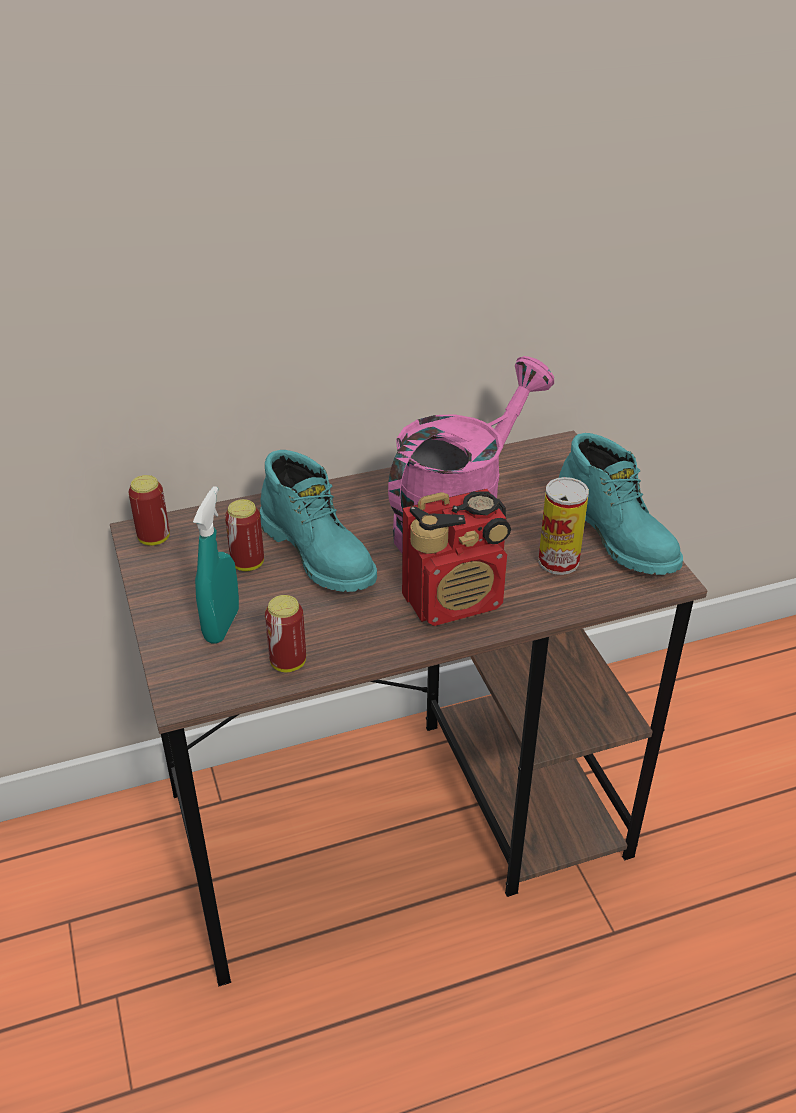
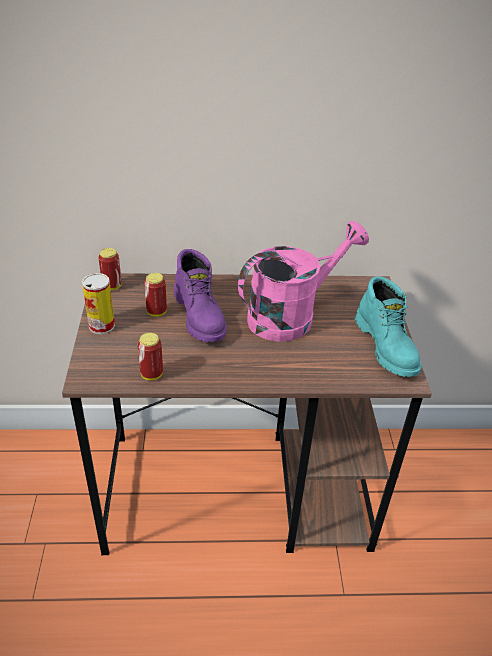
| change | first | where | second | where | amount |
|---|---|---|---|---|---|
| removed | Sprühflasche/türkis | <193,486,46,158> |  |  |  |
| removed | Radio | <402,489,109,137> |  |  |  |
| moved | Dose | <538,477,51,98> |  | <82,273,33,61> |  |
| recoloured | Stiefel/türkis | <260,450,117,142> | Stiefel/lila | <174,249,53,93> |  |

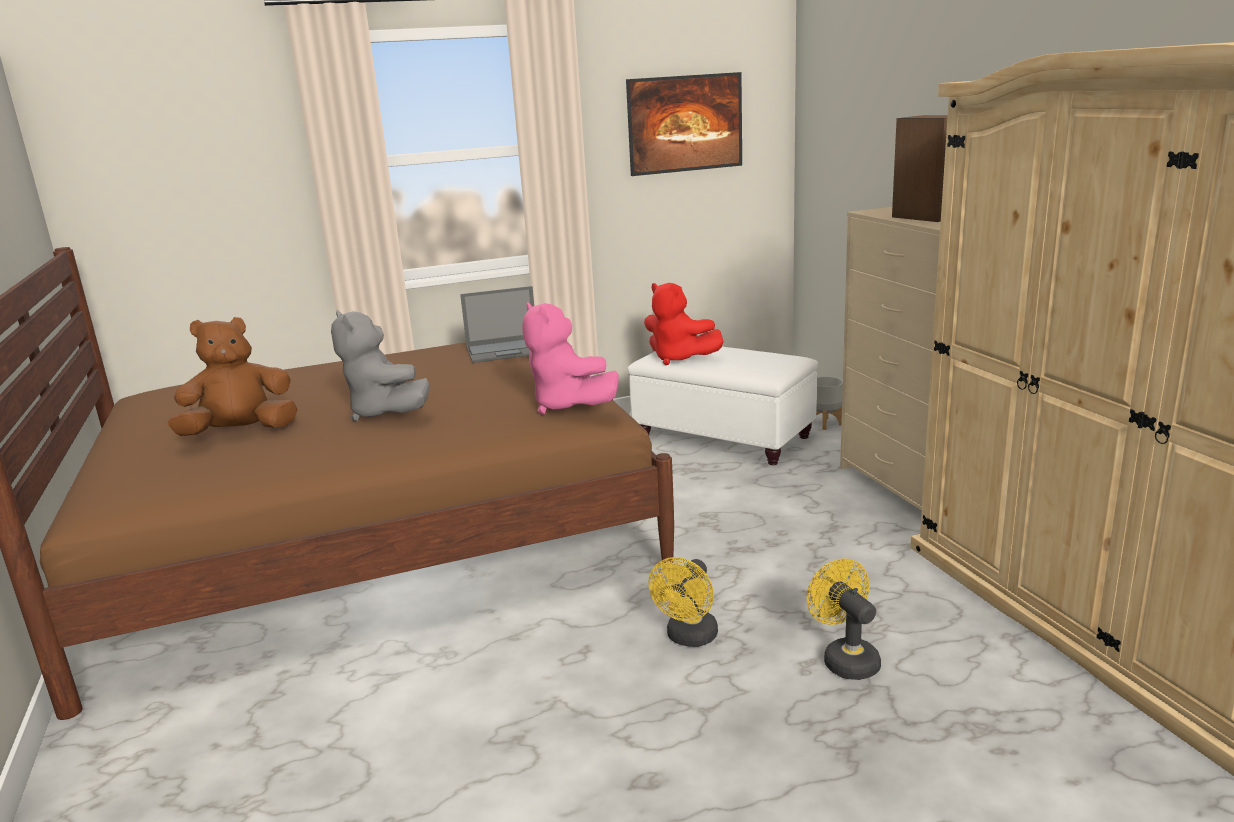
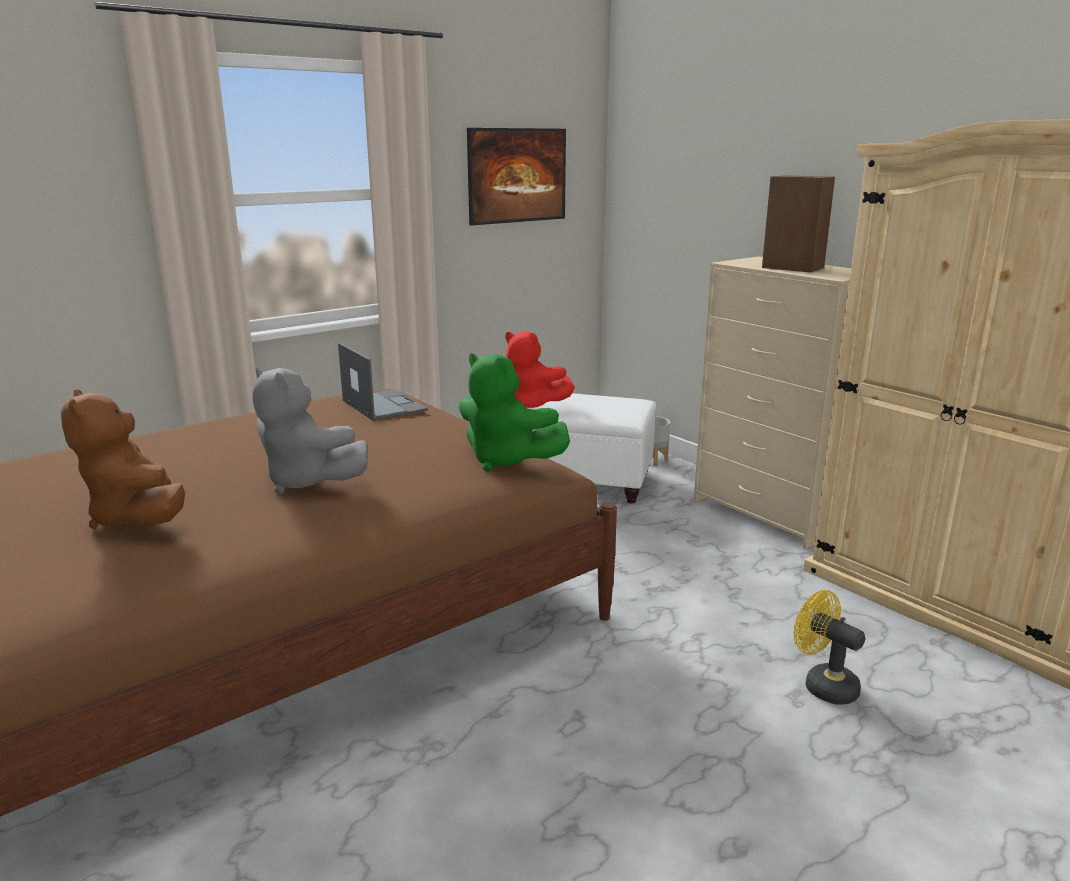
| change | first | where | second | where | amount |
|---|---|---|---|---|---|
| removed | Ventilator/gelb | <648,557,70,90> |  |  |  |
| recoloured | Plüschtier/rosa | <523,302,96,112> | Plüschtier/grün | <459,353,111,119> |  |
| turned | Plüschtier/braun | <168,317,130,119> |  | <61,389,124,140> | 75 degrees counterclockwise |
| turned | Laptop | <460,286,74,77> |  | <338,343,90,78> | 90 degrees counterclockwise |

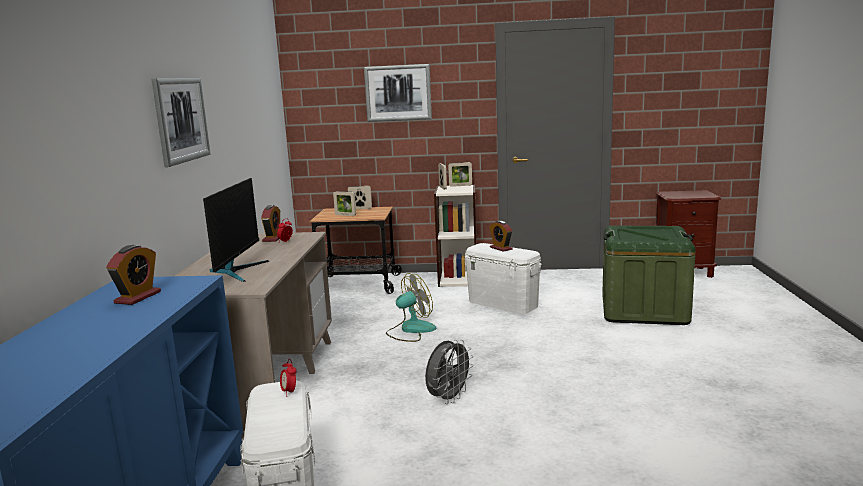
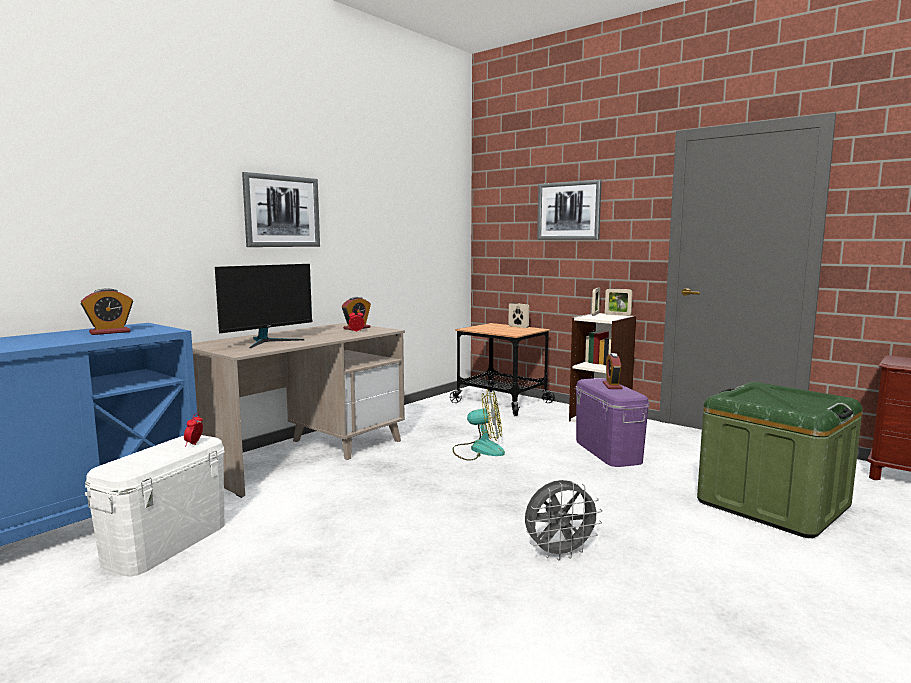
| change | first | where | second | where | amount |
|---|---|---|---|---|---|
| removed | Bilderrahmen | <333,191,23,25> |  |  |  |
| moved | Ventilator/grau | <425,339,49,65> |  | <525,480,77,80> |  |
| recoloured | Aufbewahrungsbox/weiß | <465,243,77,71> | Aufbewahrungsbox/lila | <575,378,74,89> |  |

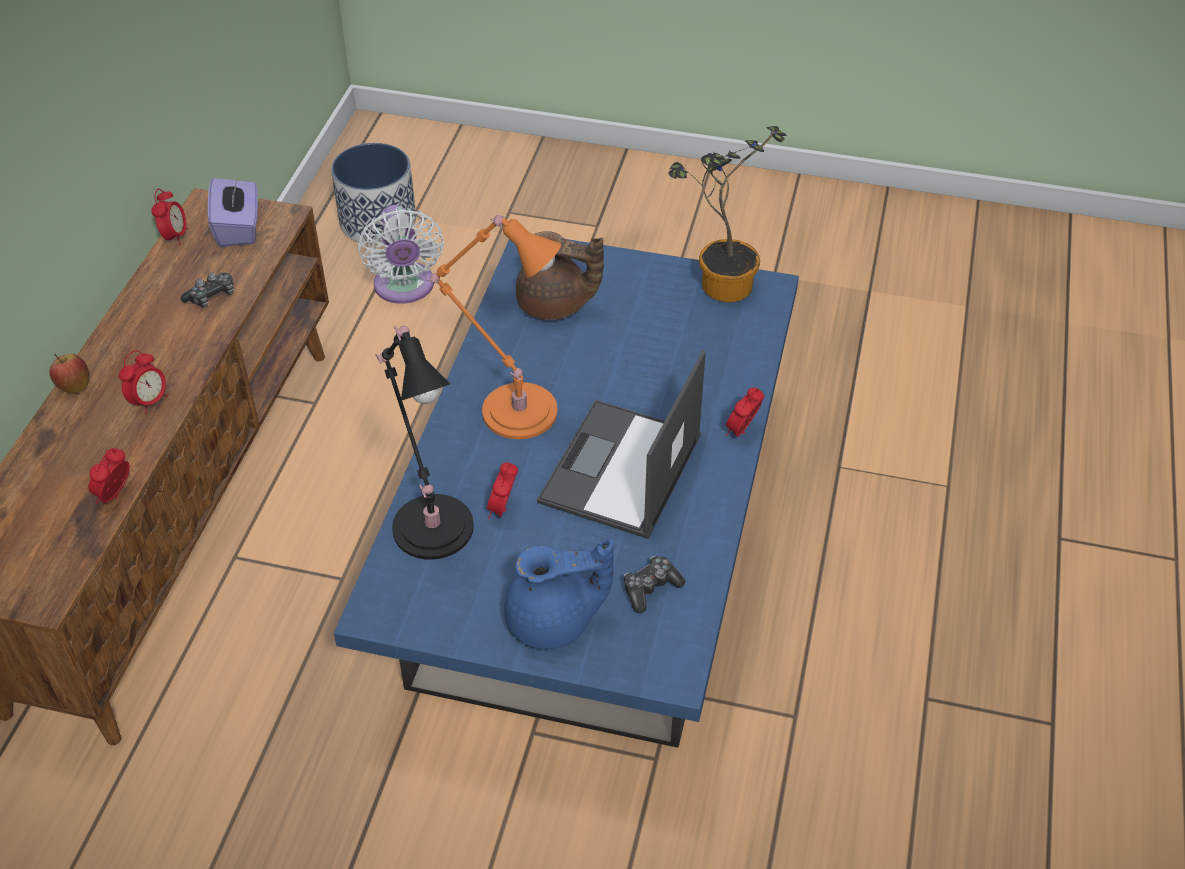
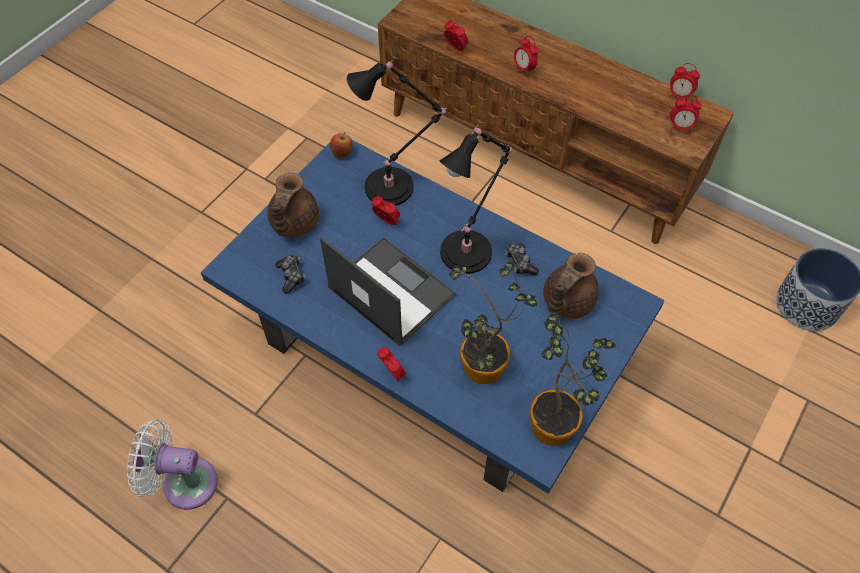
| change | first | where | second | where | amount |
|---|---|---|---|---|---|
| added |  |  | Topfpflanze | <449,262,88,122> |  |
| moved | Apfel | <49,354,40,40> |  | <330,132,23,27> |  |
| moved | Gamepad | <181,273,52,35> |  | <505,243,34,32> |  |
| moved | Ventilator/weiß | <358,205,86,99> |  | <127,419,91,91> |  |
| replaced | Taschentuchbox/lila | <208,176,50,71> | Wecker | <670,95,32,38> |  |
| recoloured | Tischlampe/orange | <426,215,135,224> | Tischlampe/schwarz | <440,125,72,149> |  |
| recoloured | Teekanne/blau | <504,539,110,110> | Teekanne/braun | <268,173,51,64> |  |

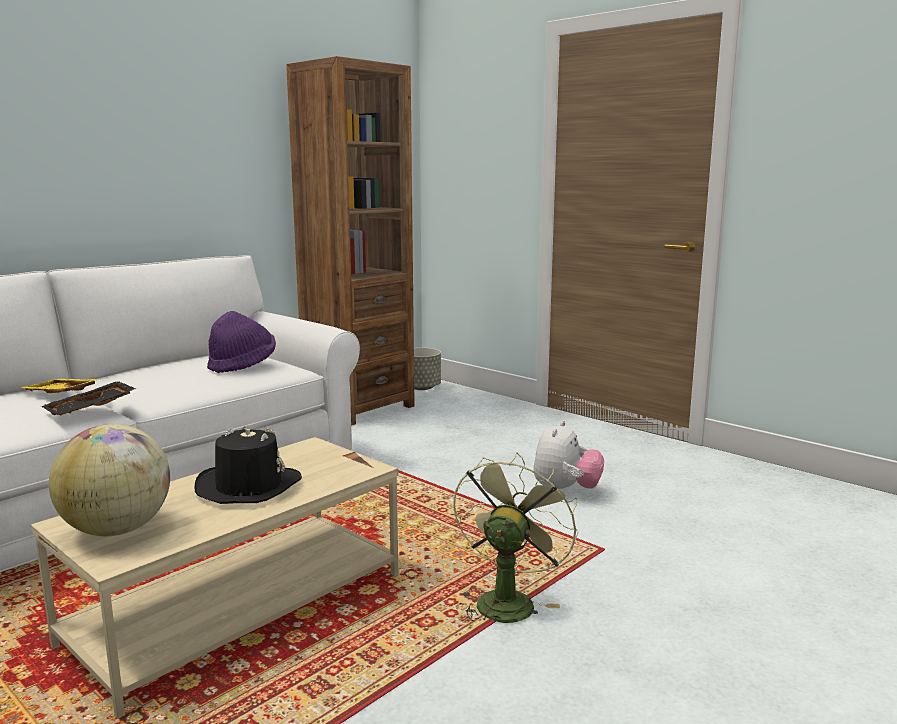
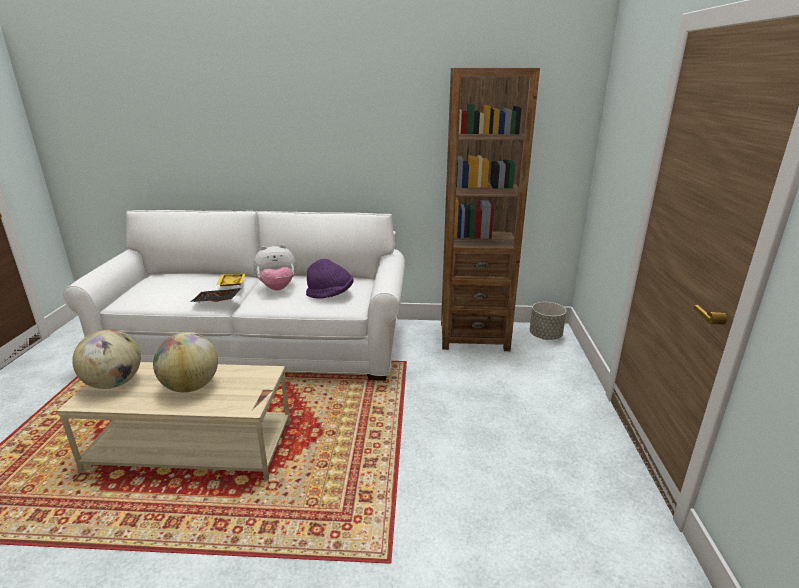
| change | first | where | second | where | amount |
|---|---|---|---|---|---|
| removed | Ventilator/grün | <453,452,125,171> |  |  |  |
| moved | Plüschtier | <533,420,71,70> |  | <254,244,42,46> |  |
| replaced | Hut/schwarz | <195,425,107,79> | Globus | <153,332,65,61> |  |

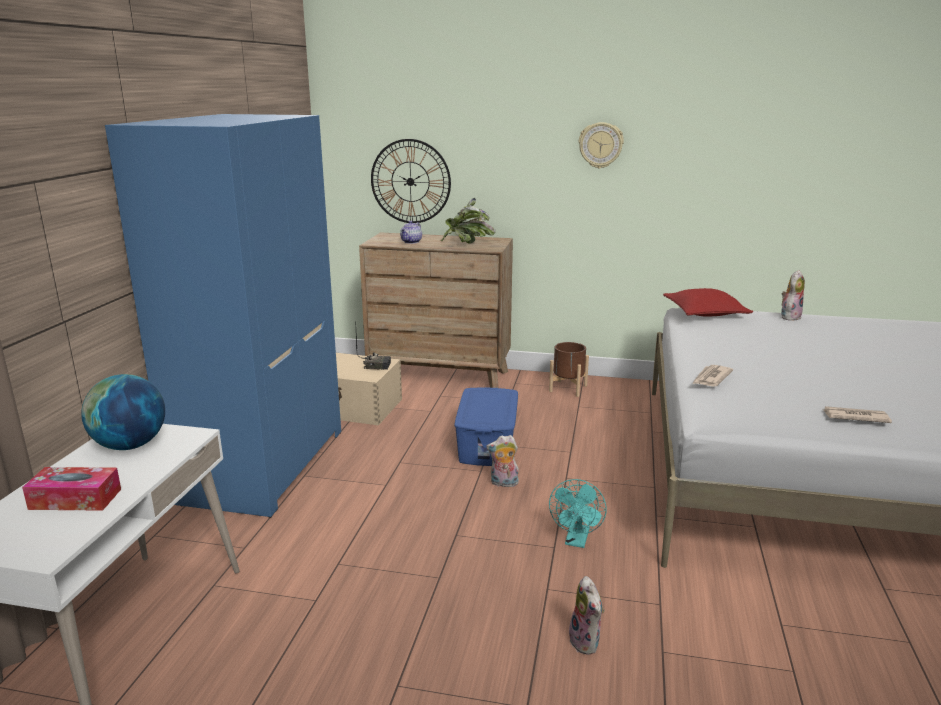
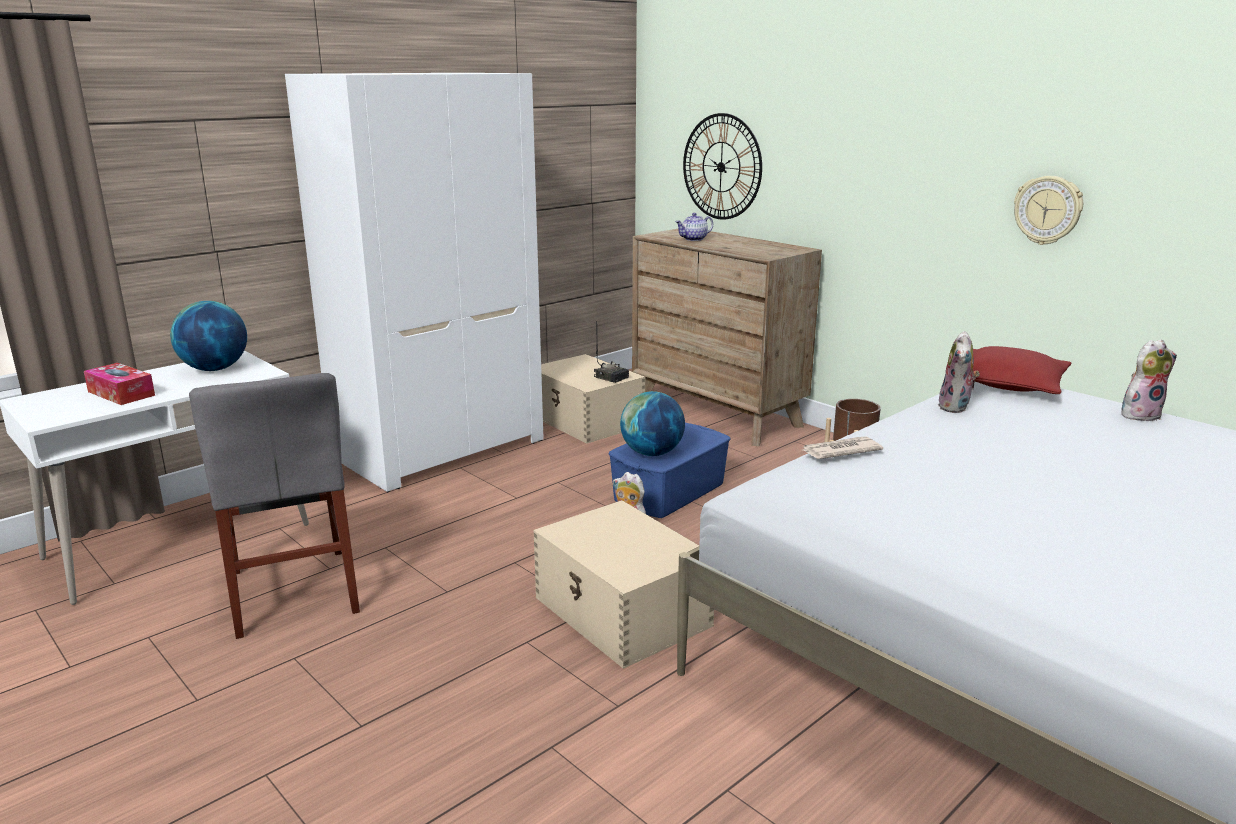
| change | first | where | second | where | amount |
|---|---|---|---|---|---|
| removed | Topfpflanze | <441,198,55,46> |  |  |  |
| removed | Zeitung | <824,406,68,17> |  |  |  |
| added |  |  | Stuhl/grau | <189,373,171,266> |  |
| added |  |  | Globus | <620,391,65,65> |  |
| moved | Plüschtier | <569,576,35,79> |  | <939,331,41,82> |  |
| moved | Wanduhr | <579,122,45,47> |  | <1014,176,69,69> |  |
| replaced | Ventilator/türkis | <549,479,58,69> | Aufbewahrungsbox/beige | <533,500,181,169> |  |
| recoloured | Kleiderschrank/blau | <105,114,236,404> | Kleiderschrank/weiß | <285,73,259,419> |  |

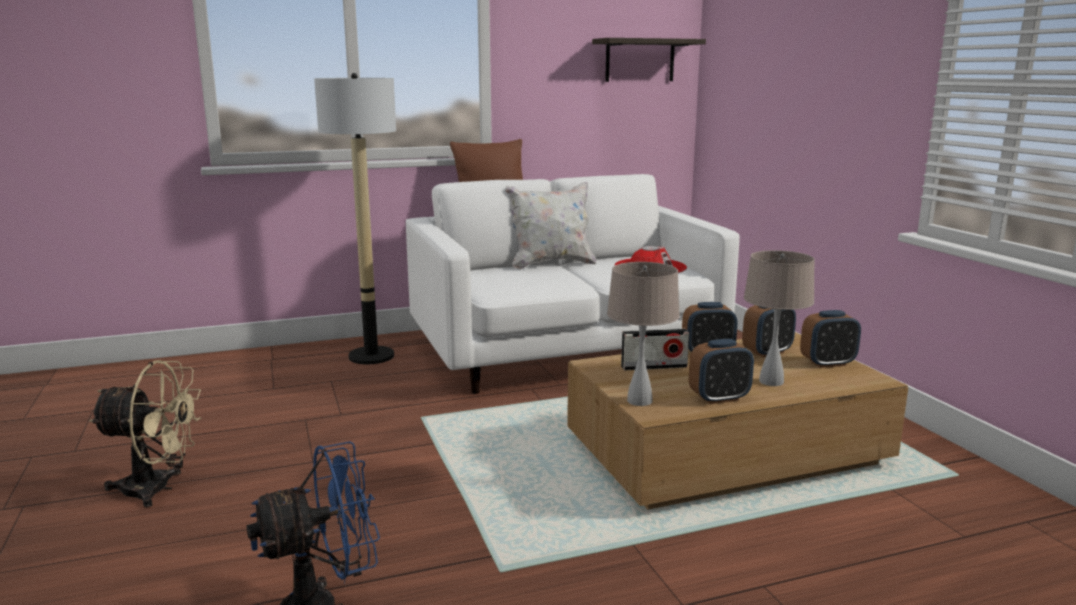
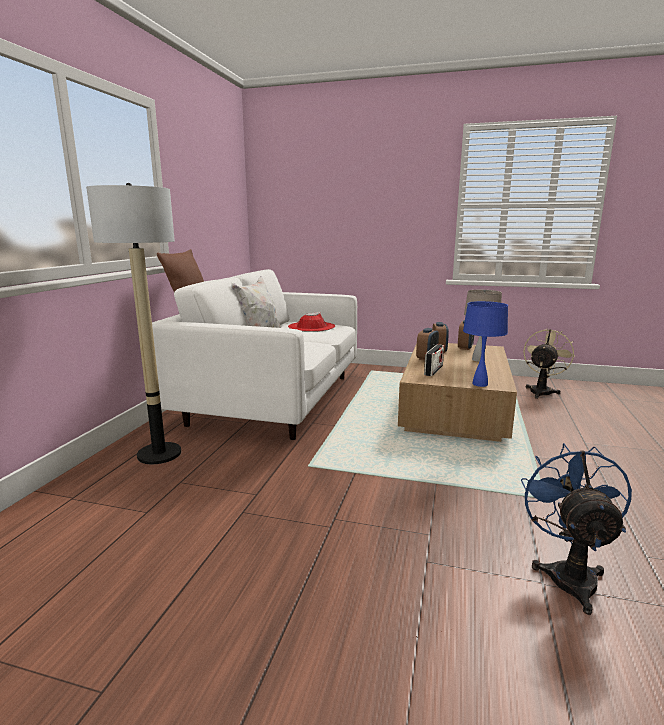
| change | first | where | second | where | amount |
|---|---|---|---|---|---|
| removed | Wandregal | <592,38,114,44> |  |  |  |
| removed | Wecker | <689,339,65,65> |  |  |  |
| moved | Ventilator/beige | <89,360,112,148> |  | <523,329,52,70> |  |
| recoloured | Tischlampe/beige | <607,262,73,144> | Tischlampe/blau | <463,301,45,86> |  |

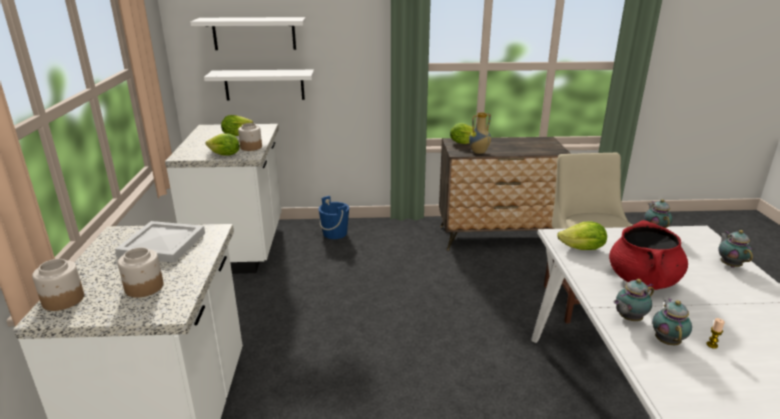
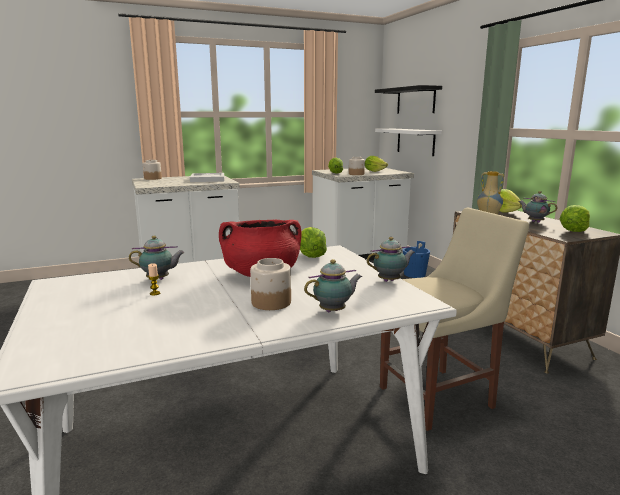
| change | first | where | second | where | amount |
|---|---|---|---|---|---|
| added |  |  | Salatkopf | <559,205,31,27> |  |
| moved | Vorratsglas | <118,247,46,51> |  | <250,258,41,52> |  |
| moved | Teekanne | <614,279,40,42> |  | <518,191,40,32> |  |
| recoloured | Wandregal/weiß | <190,17,116,33> | Wandregal/schwarz | <375,85,67,29> |  |

